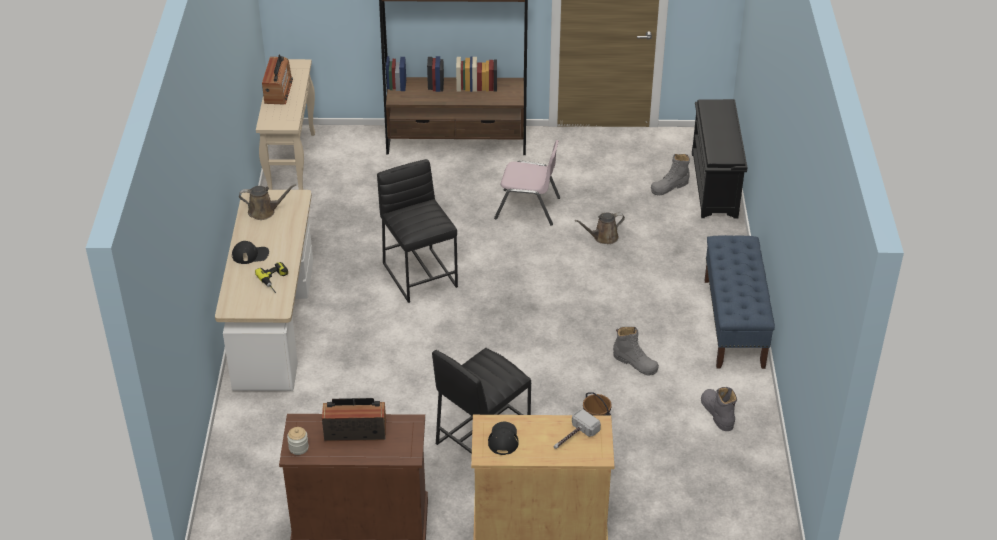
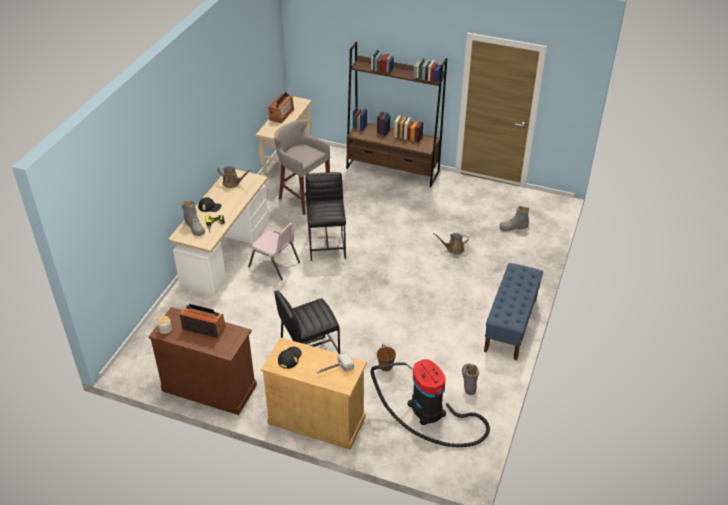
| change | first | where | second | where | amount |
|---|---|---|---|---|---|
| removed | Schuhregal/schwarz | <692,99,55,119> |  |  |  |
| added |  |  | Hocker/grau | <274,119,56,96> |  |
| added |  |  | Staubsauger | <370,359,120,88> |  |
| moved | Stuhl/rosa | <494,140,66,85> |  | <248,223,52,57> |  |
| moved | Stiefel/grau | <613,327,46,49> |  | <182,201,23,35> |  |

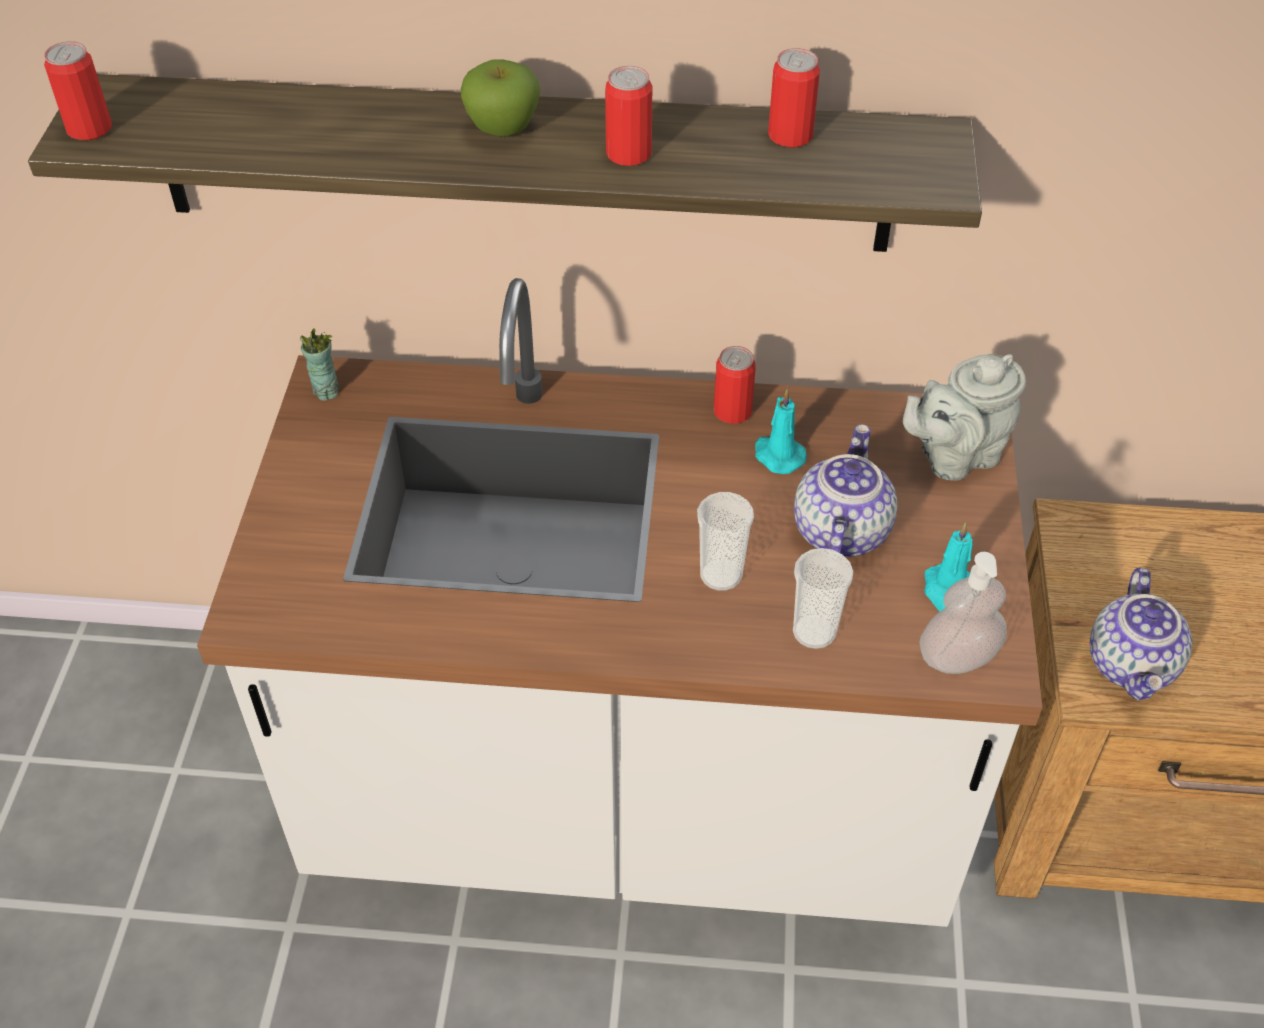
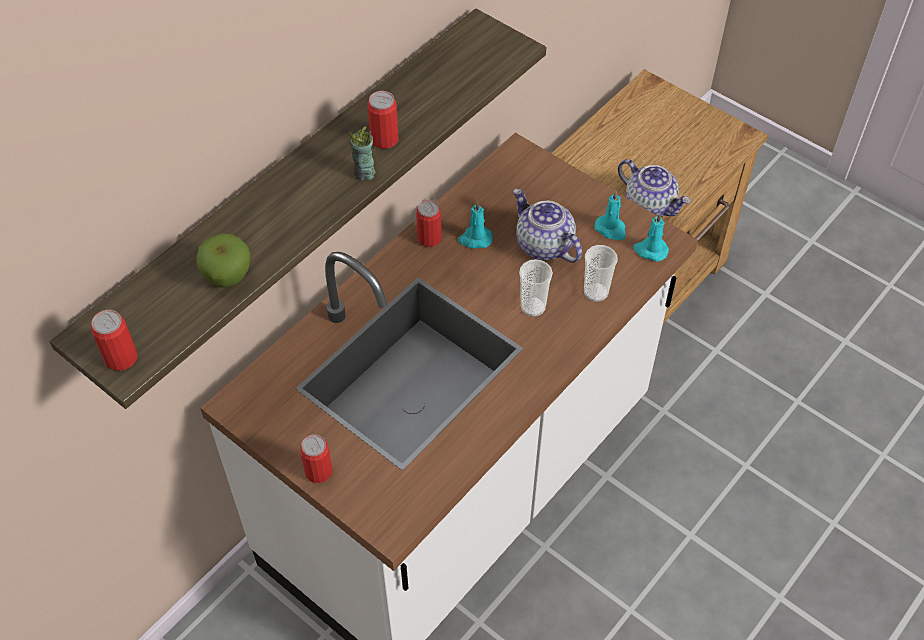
| change | first | where | second | where | amount |
|---|---|---|---|---|---|
| removed | Teekanne/grau | <903,354,123,126> |  |  |  |
| moved | Tasse | <300,329,40,72> |  | <350,126,26,55> |  |
| moved | Apfel | <461,59,80,77> |  | <196,233,54,55> |  |
| moved | Dose | <768,48,52,100> |  | <300,434,32,49> |  |
| replaced | Seifenspender | <919,552,88,122> | Kerze/türkis | <633,213,36,49> |  |

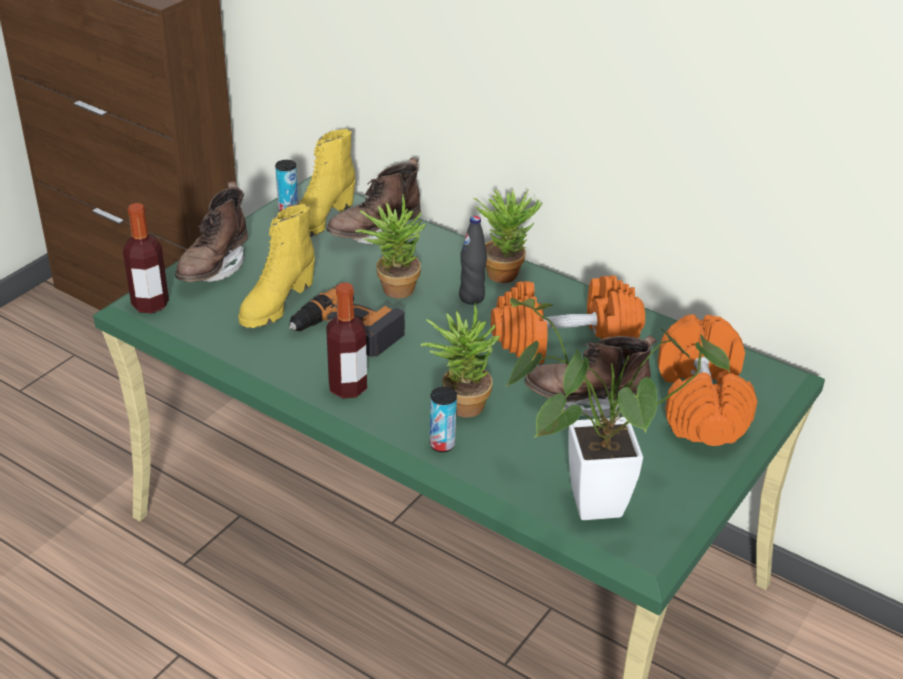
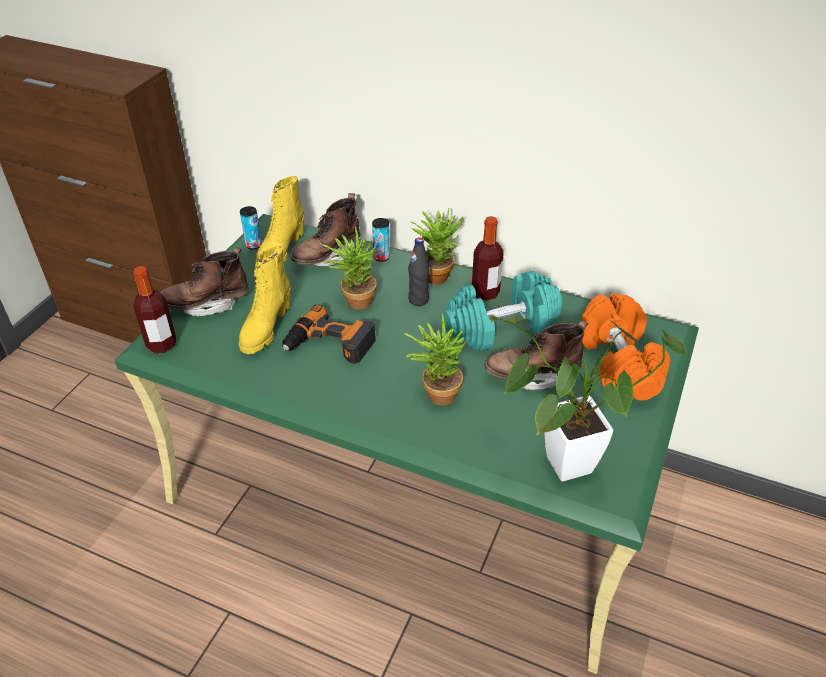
| change | first | where | second | where | amount |
|---|---|---|---|---|---|
| moved | Flasche | <326,283,41,116> |  | <472,216,32,85> |  |
| moved | Dose | <430,387,27,65> |  | <372,218,18,44> |  |
| recoloured | Hantel/orange | <491,275,154,89> | Hantel/türkis | <443,271,119,80> |  |
| turned | Stiefel/braun | <175,181,73,101> |  | <159,247,90,69> | 60 degrees clockwise |

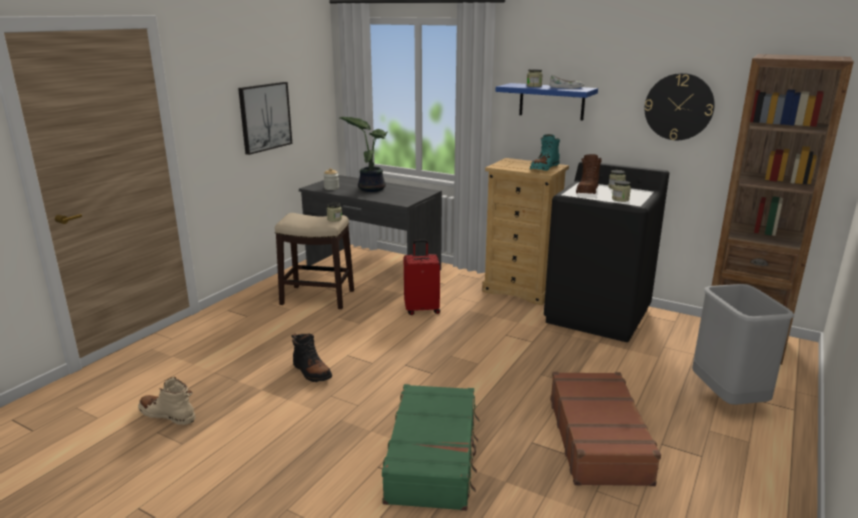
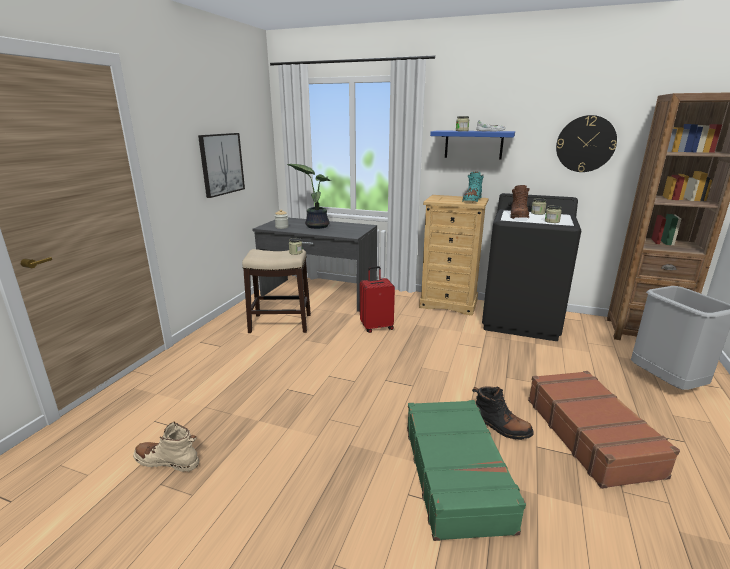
| change | first | where | second | where | amount |
|---|---|---|---|---|---|
| moved | Stiefel/schwarz | <292,333,40,49> |  | <472,387,62,53> |  |

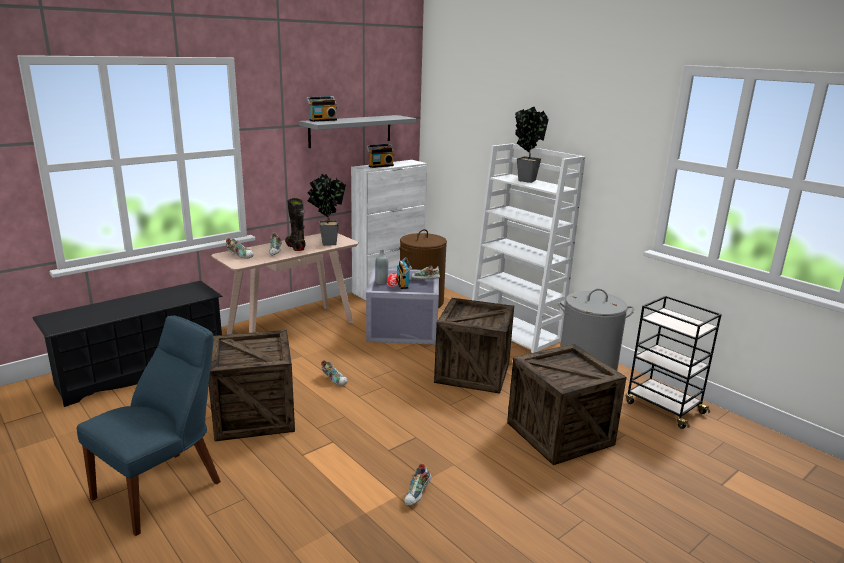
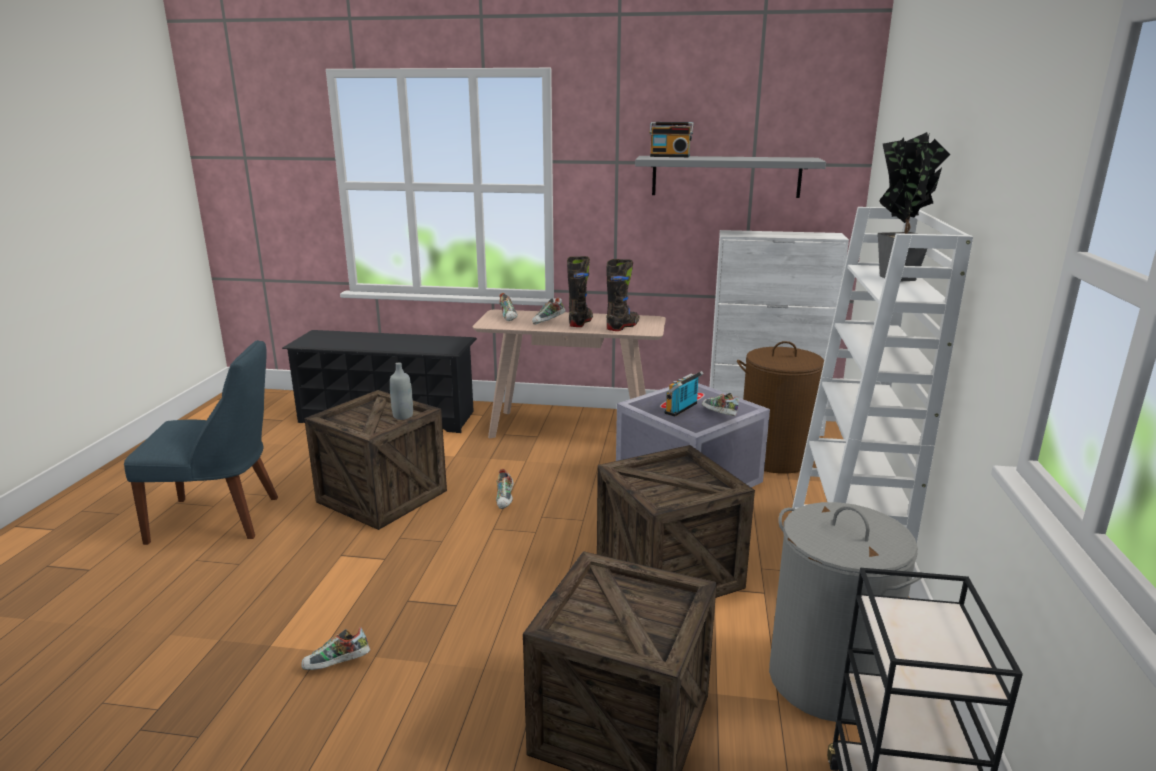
| change | first | where | second | where | amount |
|---|---|---|---|---|---|
| removed | Radio | <366,144,28,24> |  |  |  |
| moved | Flasche/grau | <375,249,13,35> |  | <390,362,23,58> |  |
| replaced | Topfpflanze | <308,174,38,72> | Stiefel/schwarz | <606,259,34,72> |  |

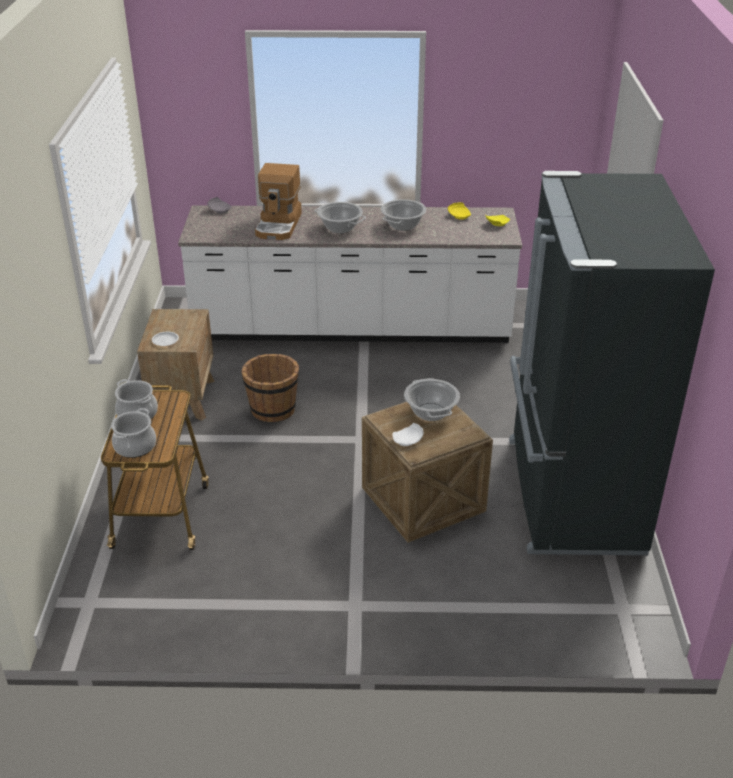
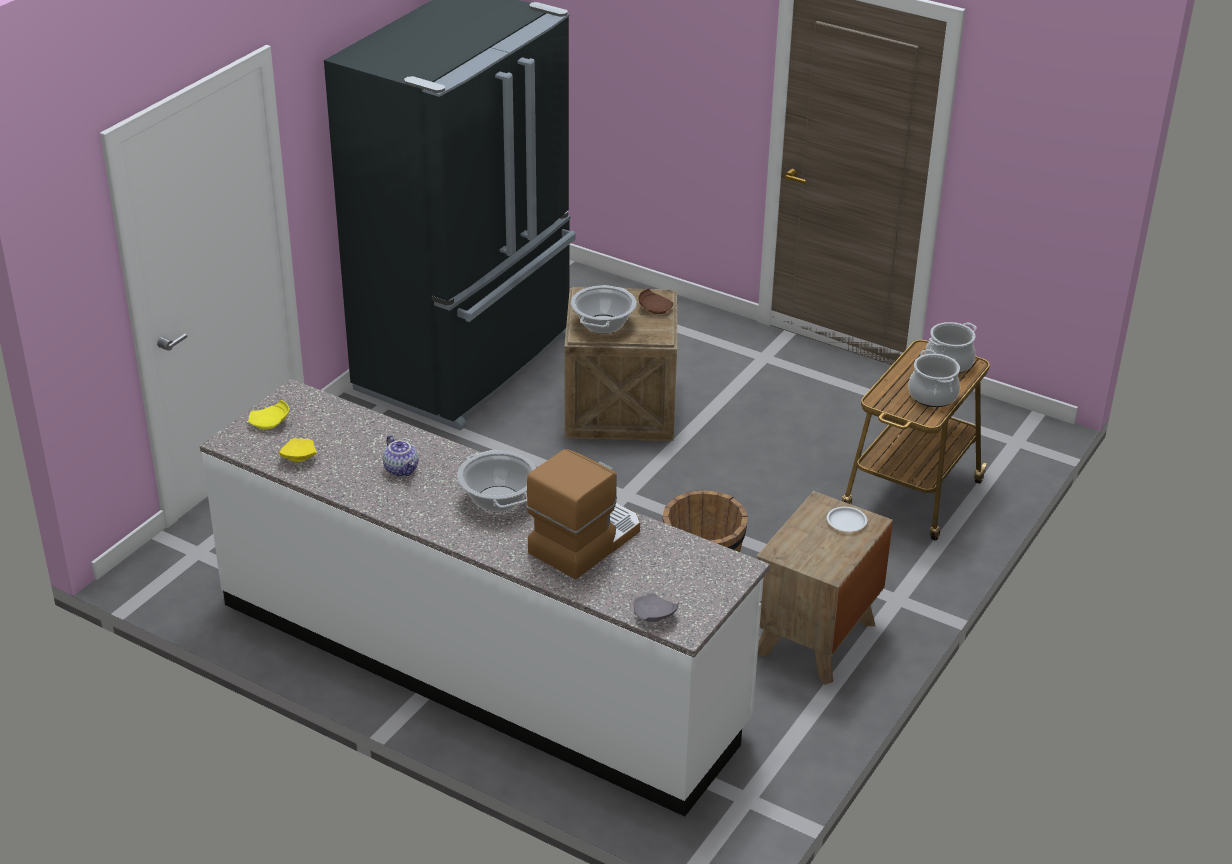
| change | first | where | second | where | amount |
|---|---|---|---|---|---|
| replaced | Kochtopf | <381,199,45,32> | Teekanne | <383,435,35,42> |  |
| recoloured | Teller/weiß | <392,423,32,23> | Teller/braun | <638,289,36,25> |  |

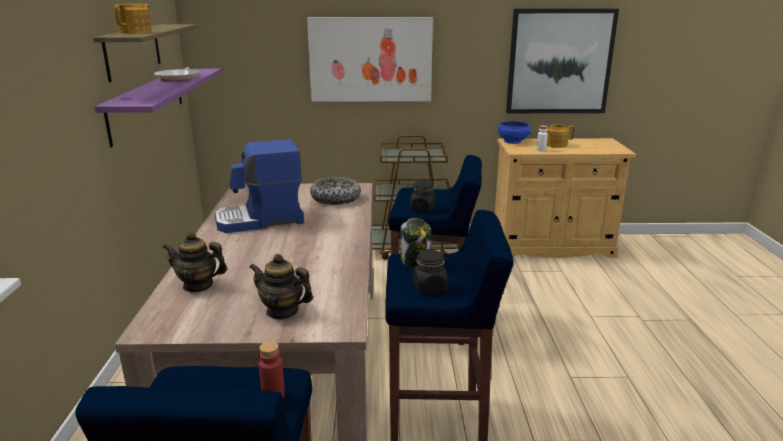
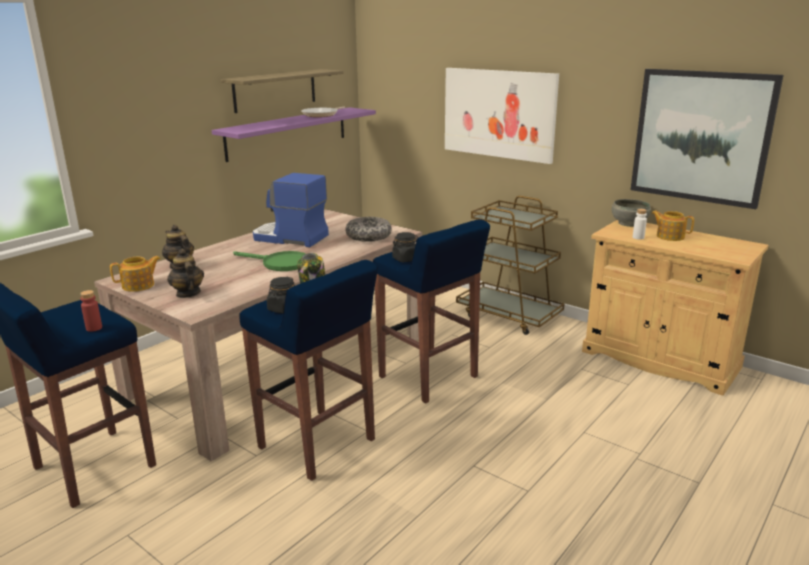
| change | first | where | second | where | amount |
|---|---|---|---|---|---|
| added |  |  | Pfanne/grün | <233,251,73,20> |  |
| moved | Teekanne | <114,3,38,30> |  | <110,256,50,36> |  |
| recoloured | Schüssel/blau | <498,121,33,23> | Schüssel/grau | <612,199,39,28> |  |

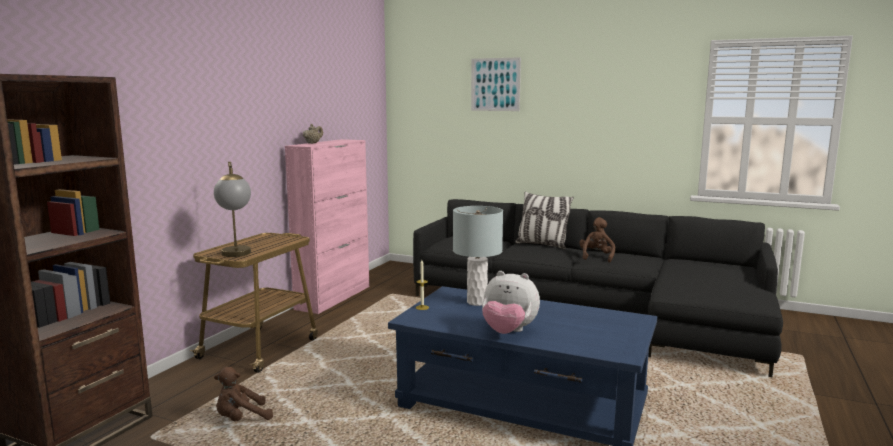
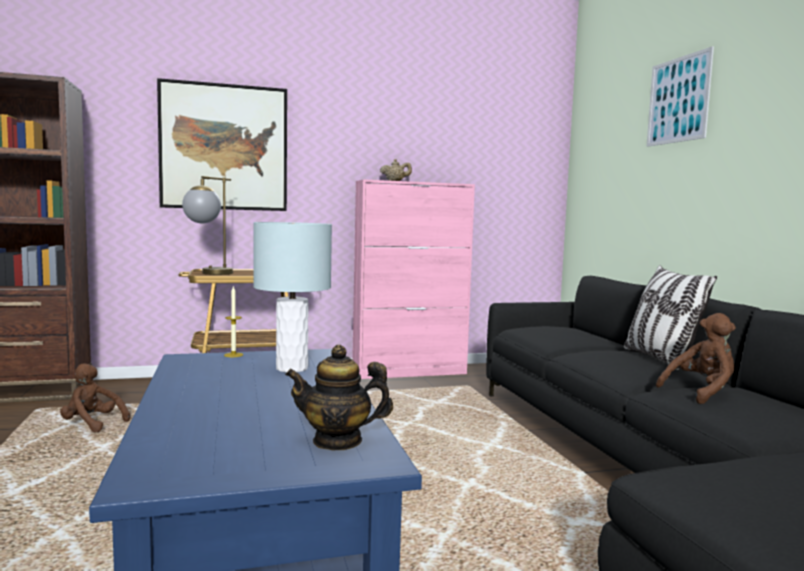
| change | first | where | second | where | amount |
|---|---|---|---|---|---|
| removed | Plüschtier | <482,271,58,63> |  |  |  |
| added |  |  | Bild | <157,78,130,133> |  |
| added |  |  | Teekanne | <285,345,108,105> |  |

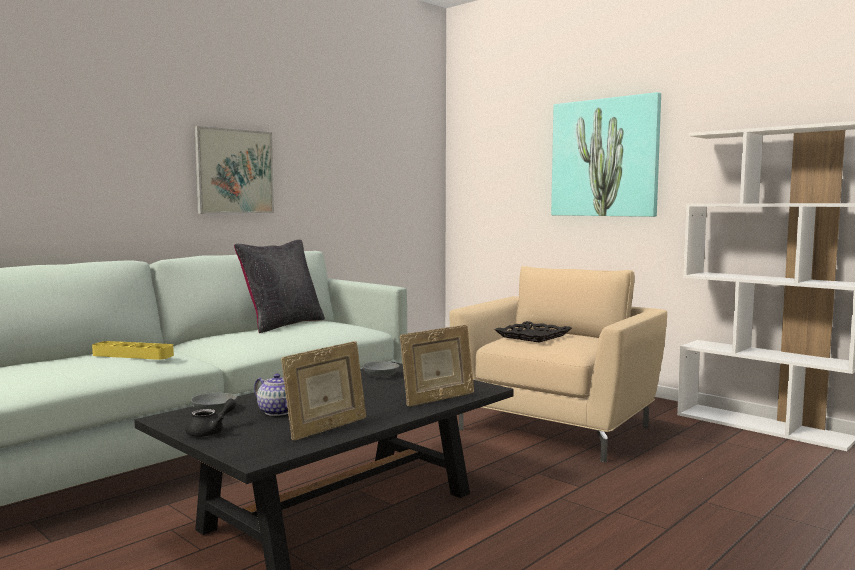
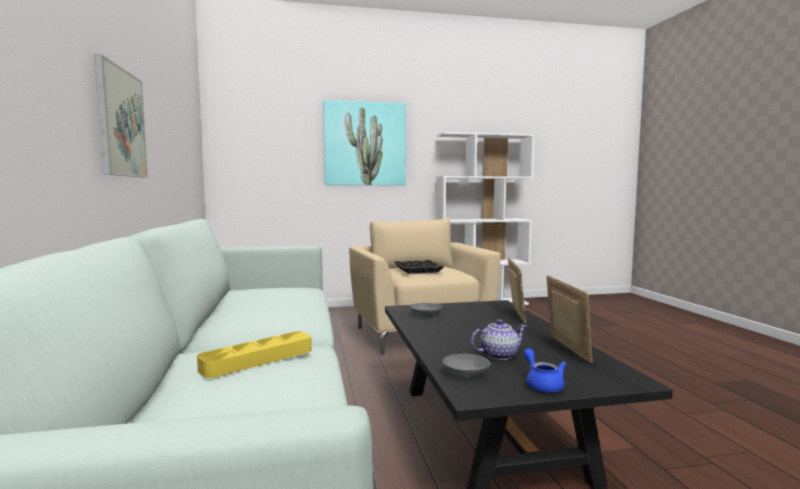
| change | first | where | second | where | amount |
|---|---|---|---|---|---|
| removed | Kissen/schwarz | <234,240,91,93> |  |  |  |
| recoloured | Teekanne/schwarz | <185,399,51,38> | Teekanne/blau | <523,348,43,45> |  |

